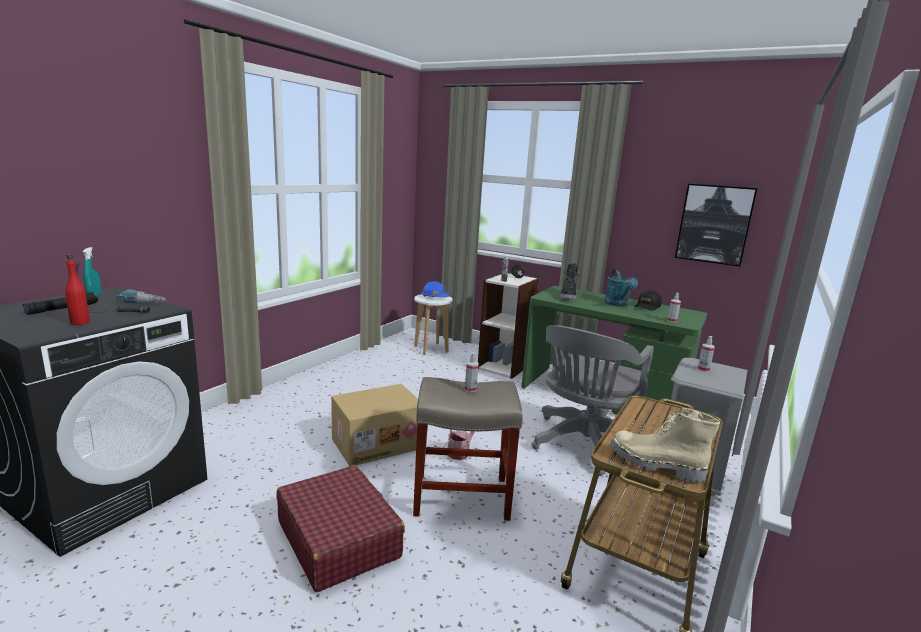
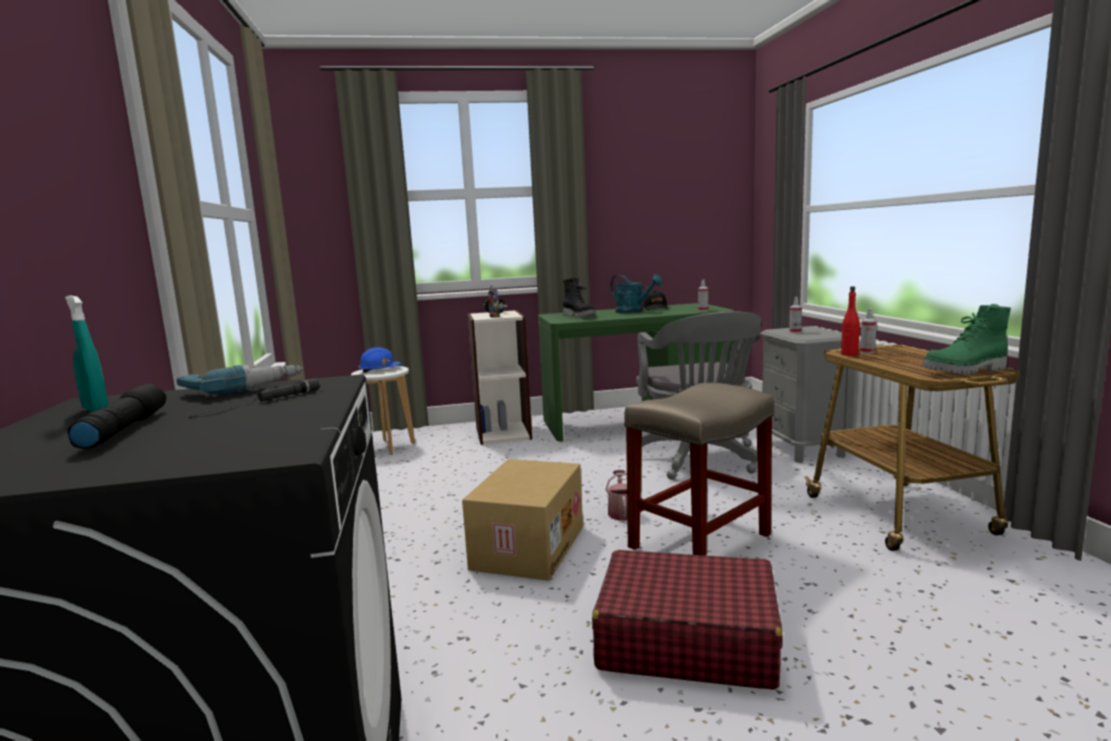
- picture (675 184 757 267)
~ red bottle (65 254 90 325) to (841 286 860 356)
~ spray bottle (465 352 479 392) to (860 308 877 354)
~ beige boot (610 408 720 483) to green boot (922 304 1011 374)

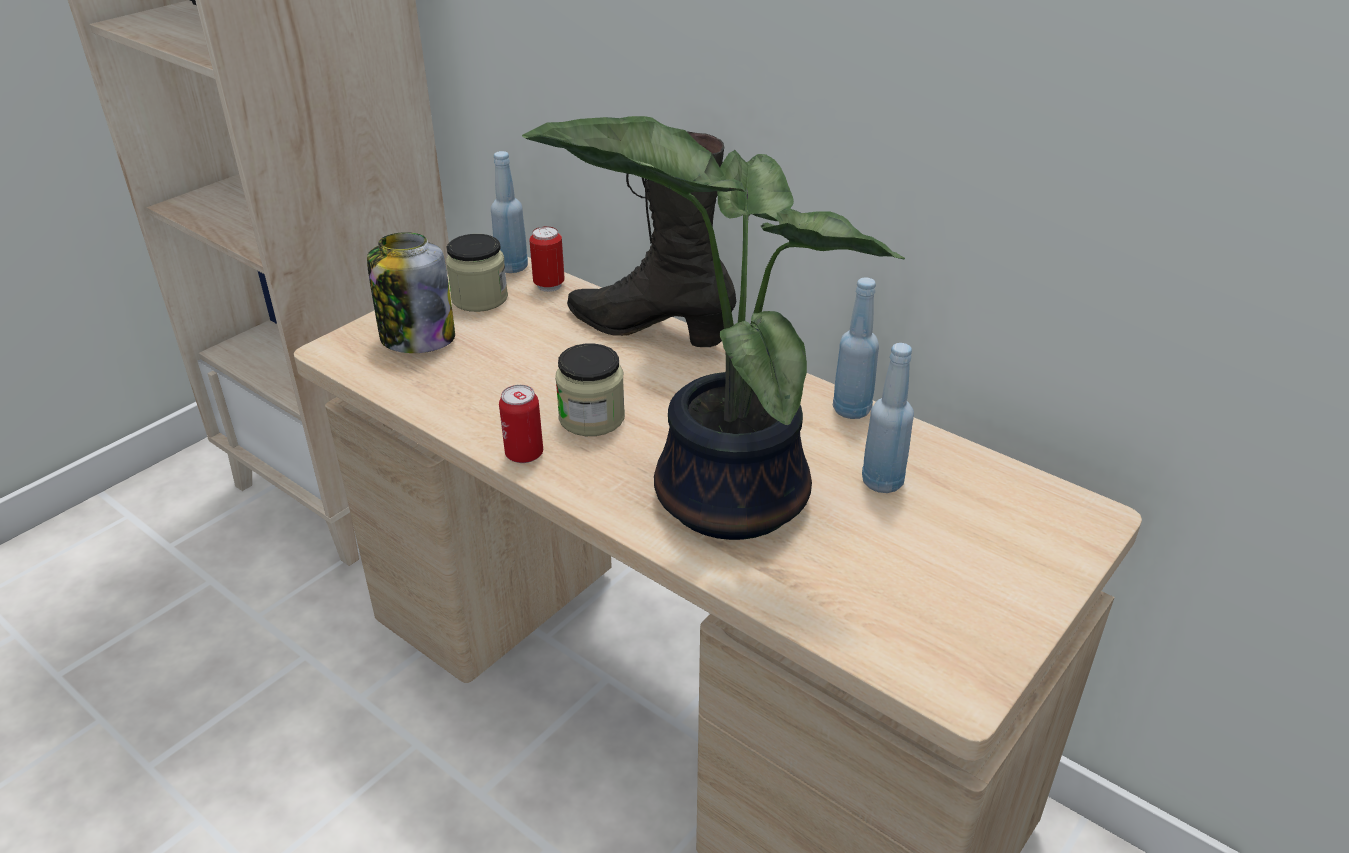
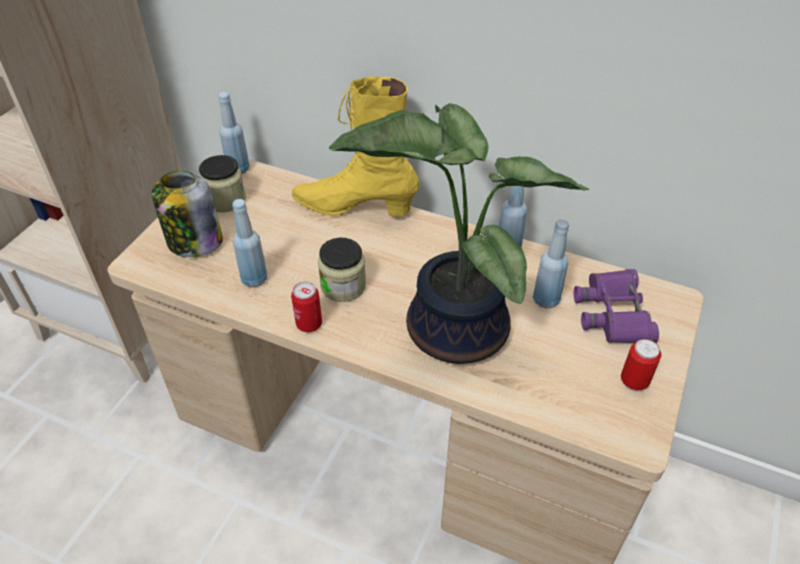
+ blue bottle (232 199 267 287)
+ purple binoculars (574 269 659 343)
~ can (529 226 565 292) to (621 339 661 391)
~ black boot (567 132 736 347) to yellow boot (292 76 419 217)

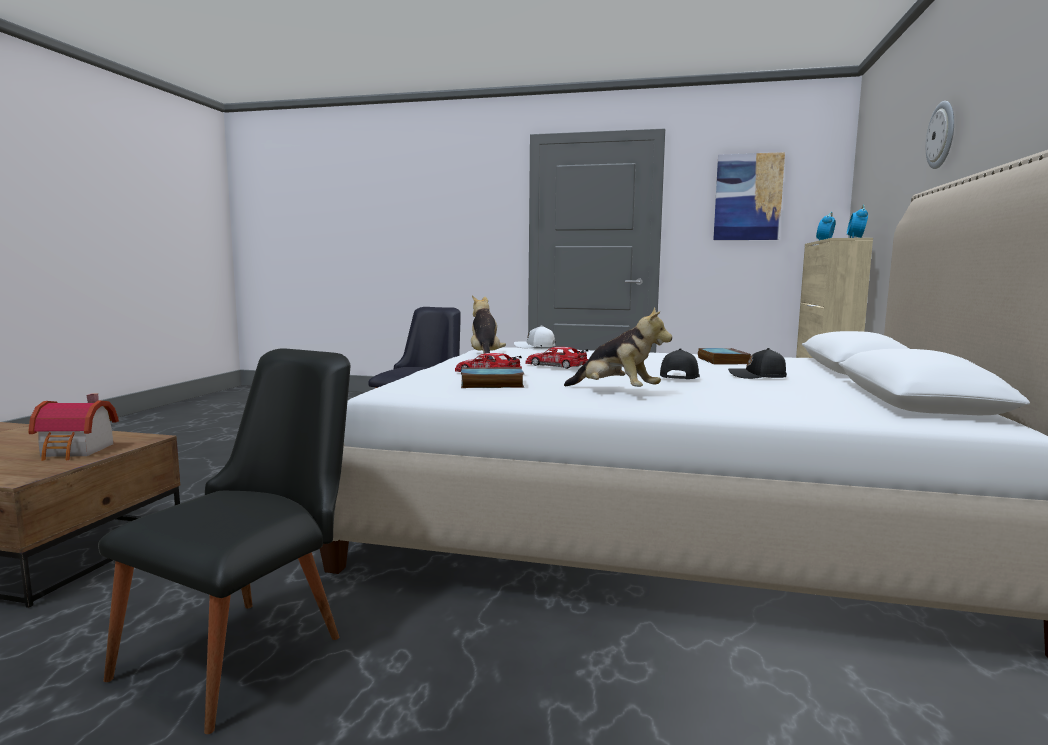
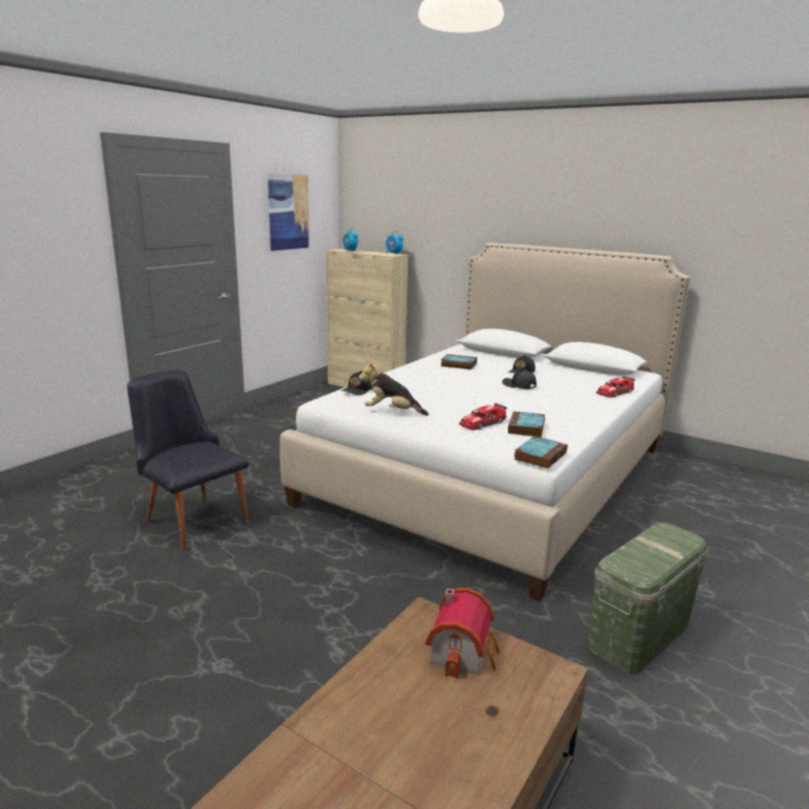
- plush toy (564 307 672 387)
- wall clock (926 101 954 169)
+ book (514 436 568 469)
~ toy car (526 347 588 369) to (596 376 635 398)
~ black chair (98 348 351 734) to green storage box (589 523 708 674)
~ white cap (514 325 555 348) to black cap (342 371 373 395)

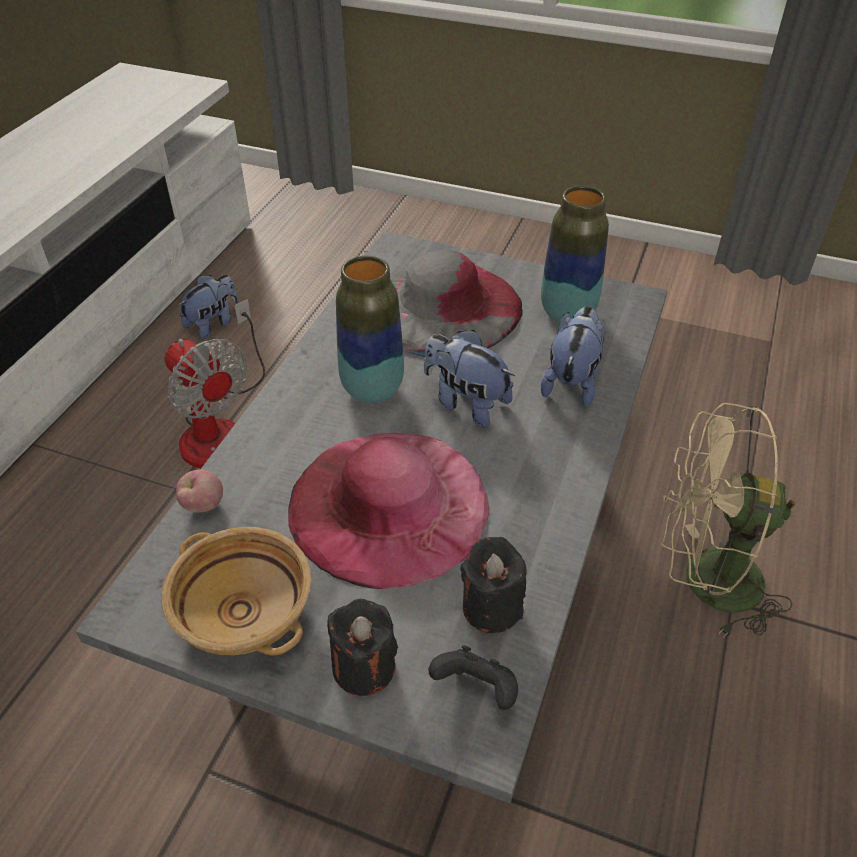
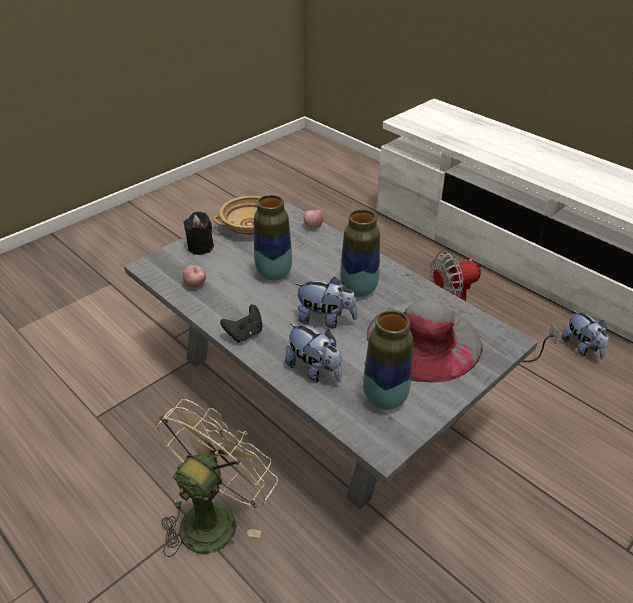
~ black game controller (428 645 518 710) to (220 305 263 342)
~ pink hat (288 433 490 589) to vase (254 195 292 281)
~ black candle (460 537 526 633) to apple (183 265 206 288)
~ plush toy (424 330 515 427) = (295 277 358 328) 45 degrees clockwise

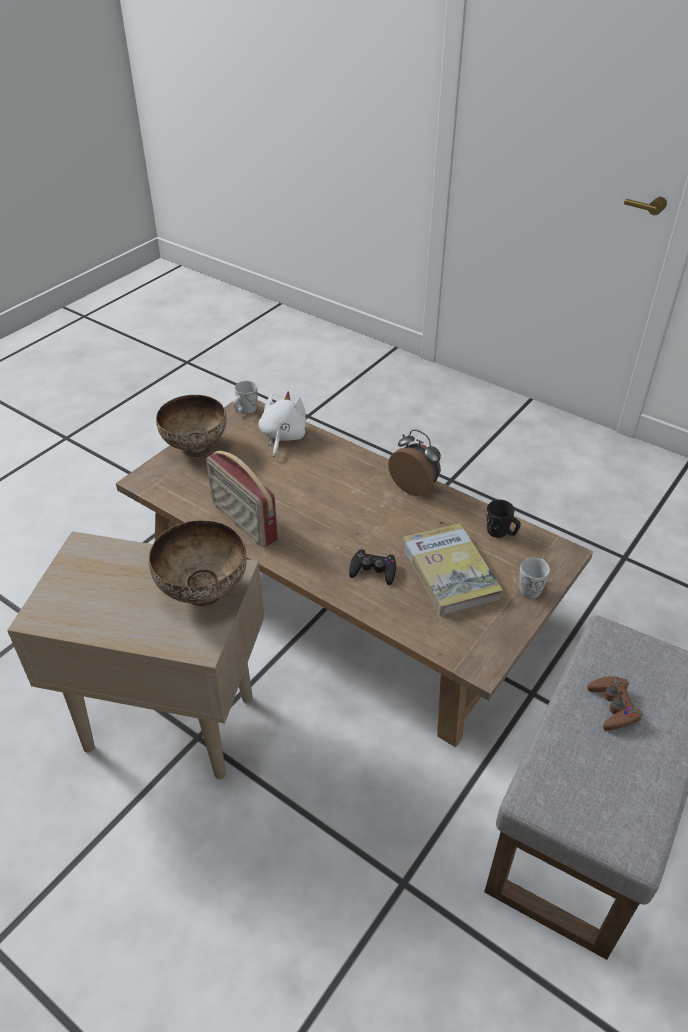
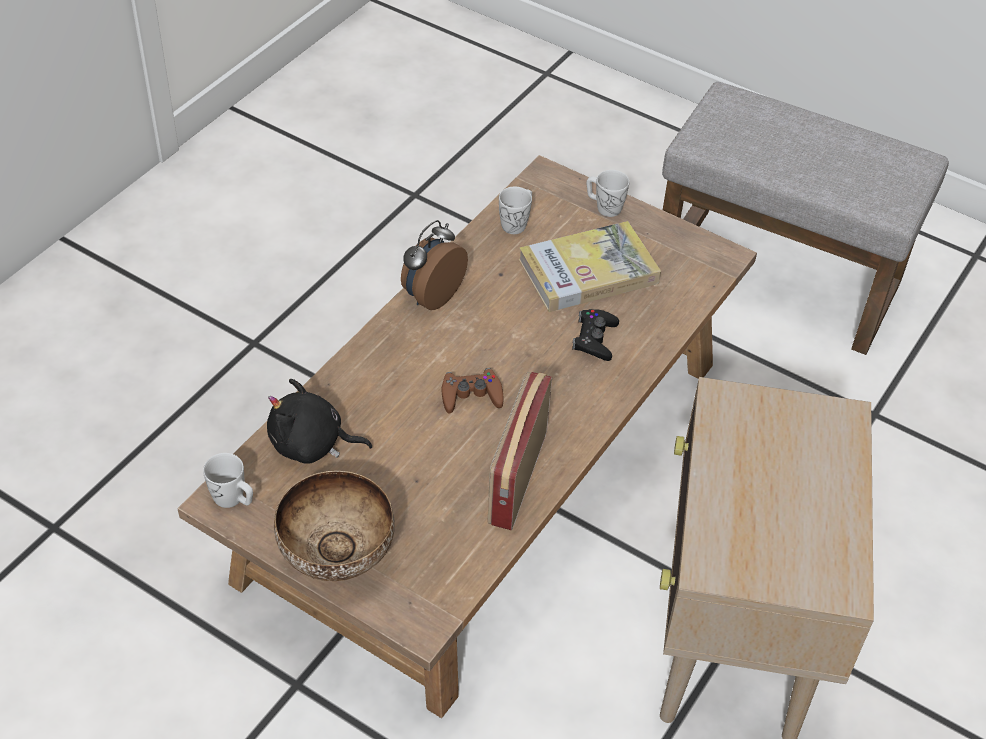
- bowl (149 520 247 606)
~ brown game controller (587 676 643 731) to (441 368 504 413)
~ white plush toy (258 392 306 457) to black plush toy (267 379 372 464)
~ black mug (487 500 521 538) to white mug (499 187 532 234)
~ radio (206 450 278 548) = (487 372 552 530) 150 degrees clockwise

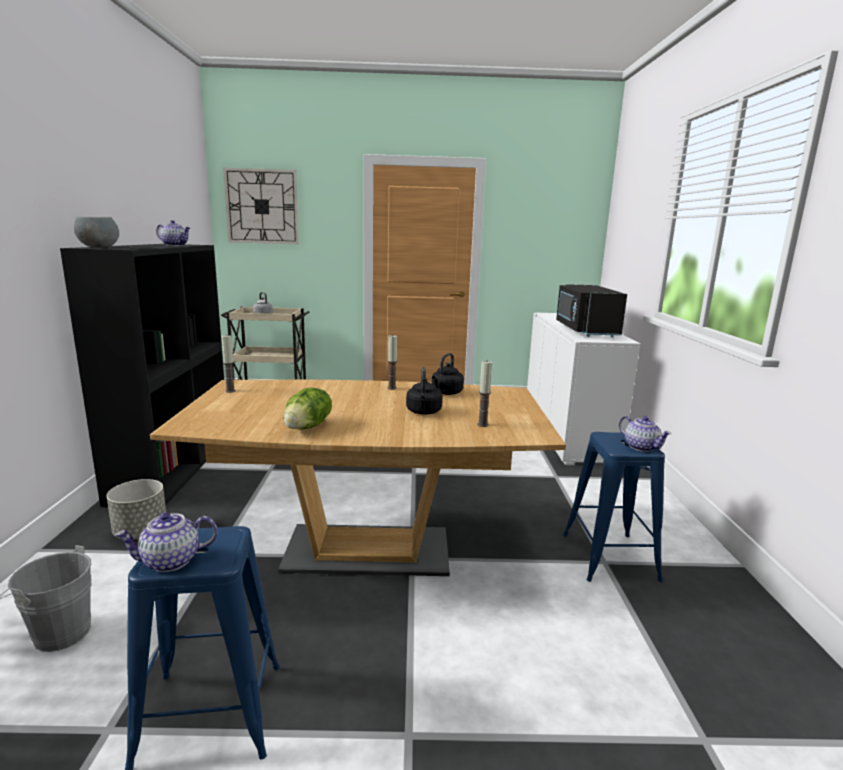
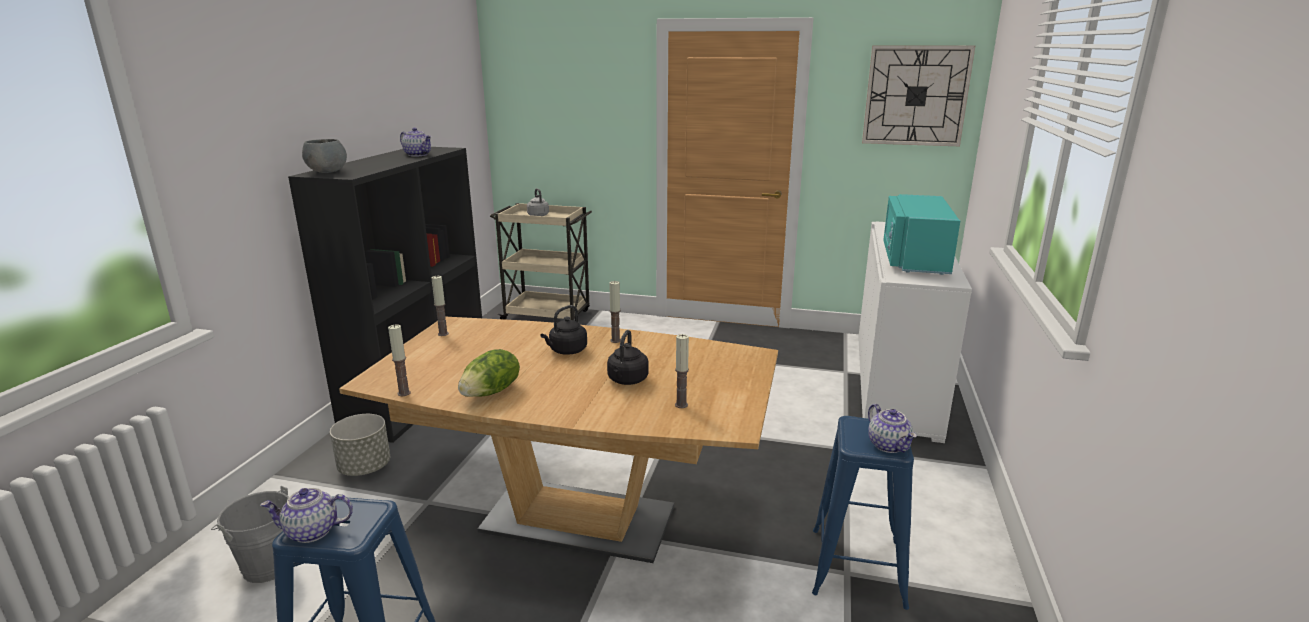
+ candle (388 324 411 396)
~ wall clock (223 168 299 244) to (862 46 975 146)
~ black kettle (432 353 464 395) to (540 305 587 355)
~ black microwave (556 284 627 337) to turquoise microwave (883 194 960 275)

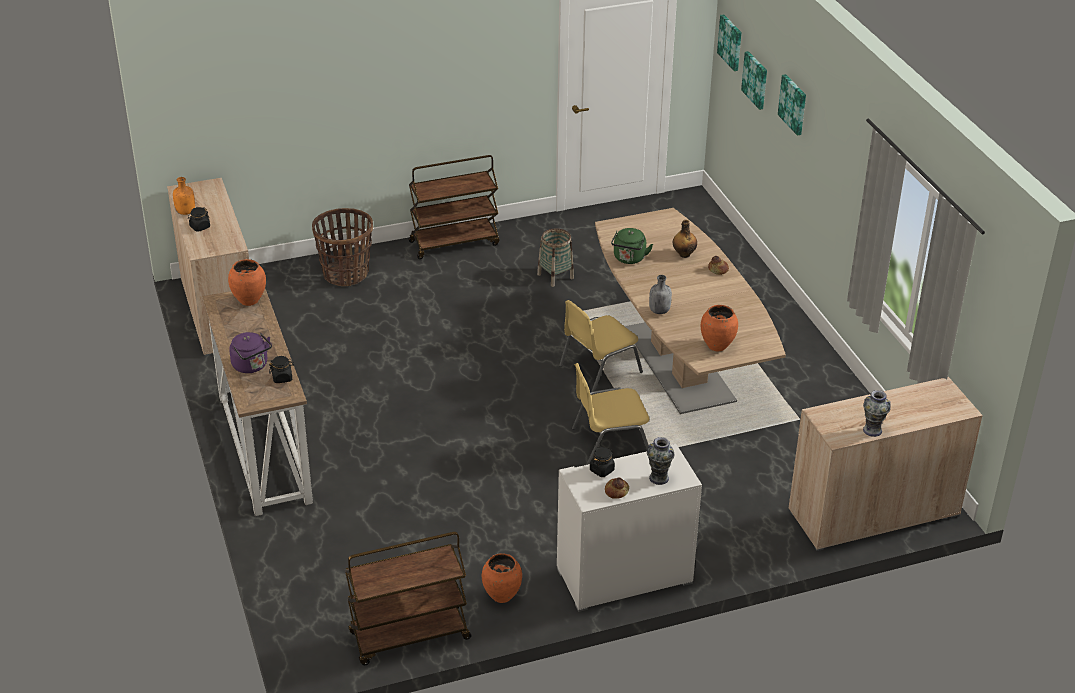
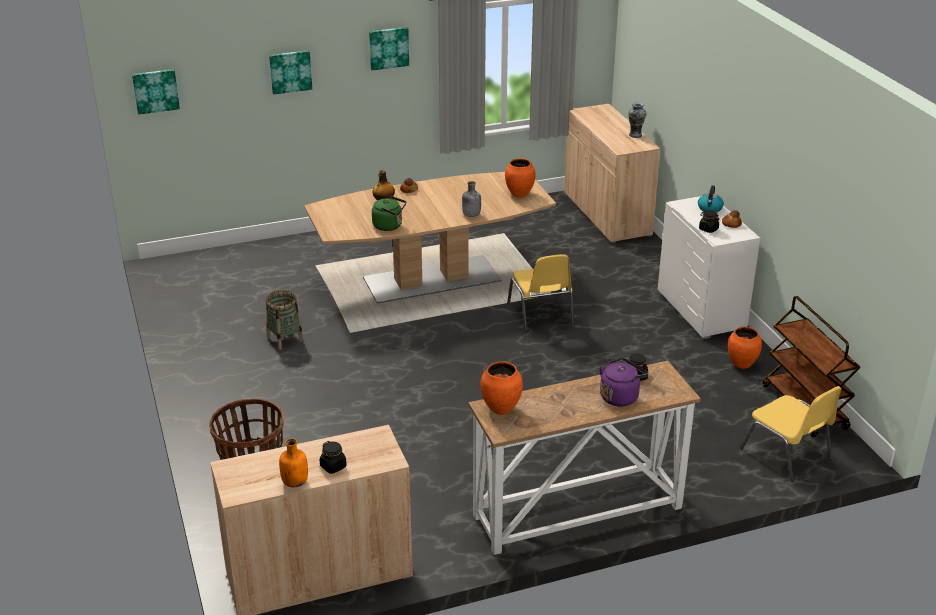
- brown cart (408 155 499 259)
~ yellow chair (559 300 643 392) to (740 386 842 482)
~ picture (741 51 767 110) to (369 27 409 70)
~ vase (647 437 675 485) to kettle (698 185 724 212)

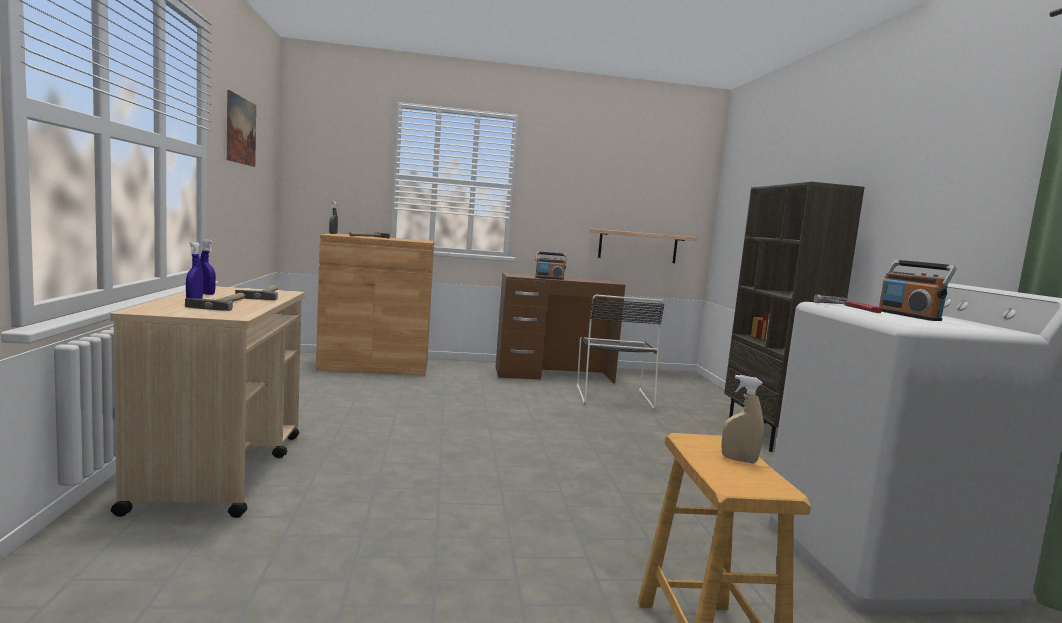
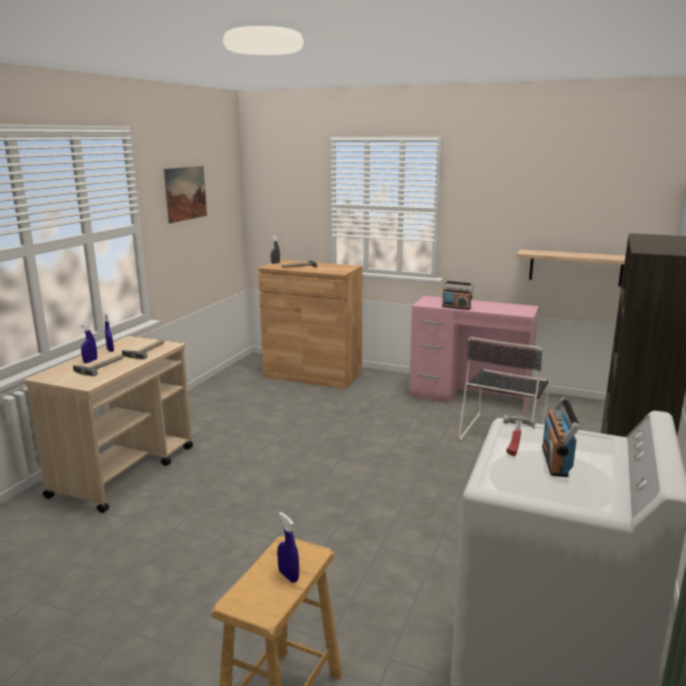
~ brown desk (495 272 625 384) to pink desk (409 296 539 415)
~ beige spray bottle (722 375 764 463) to blue spray bottle (277 512 299 583)

